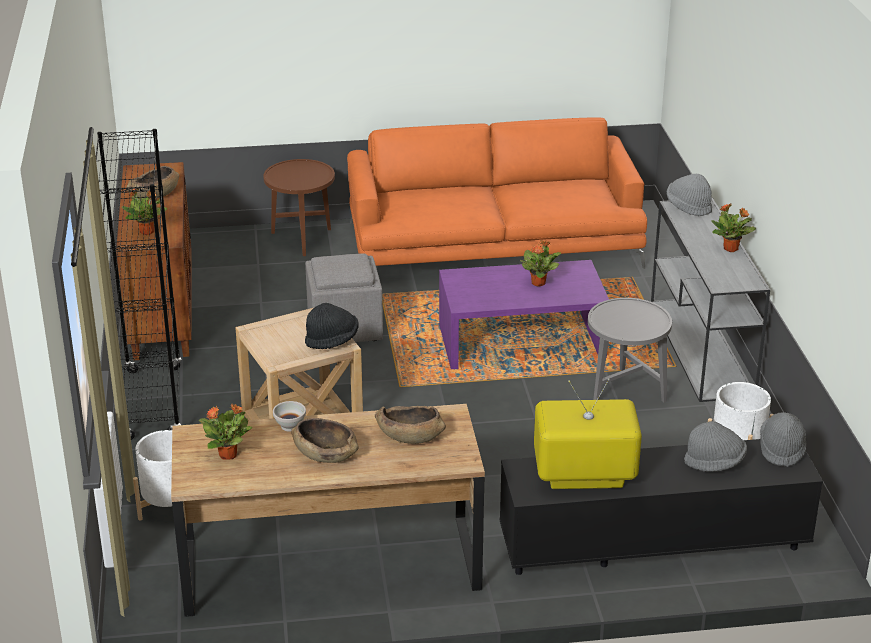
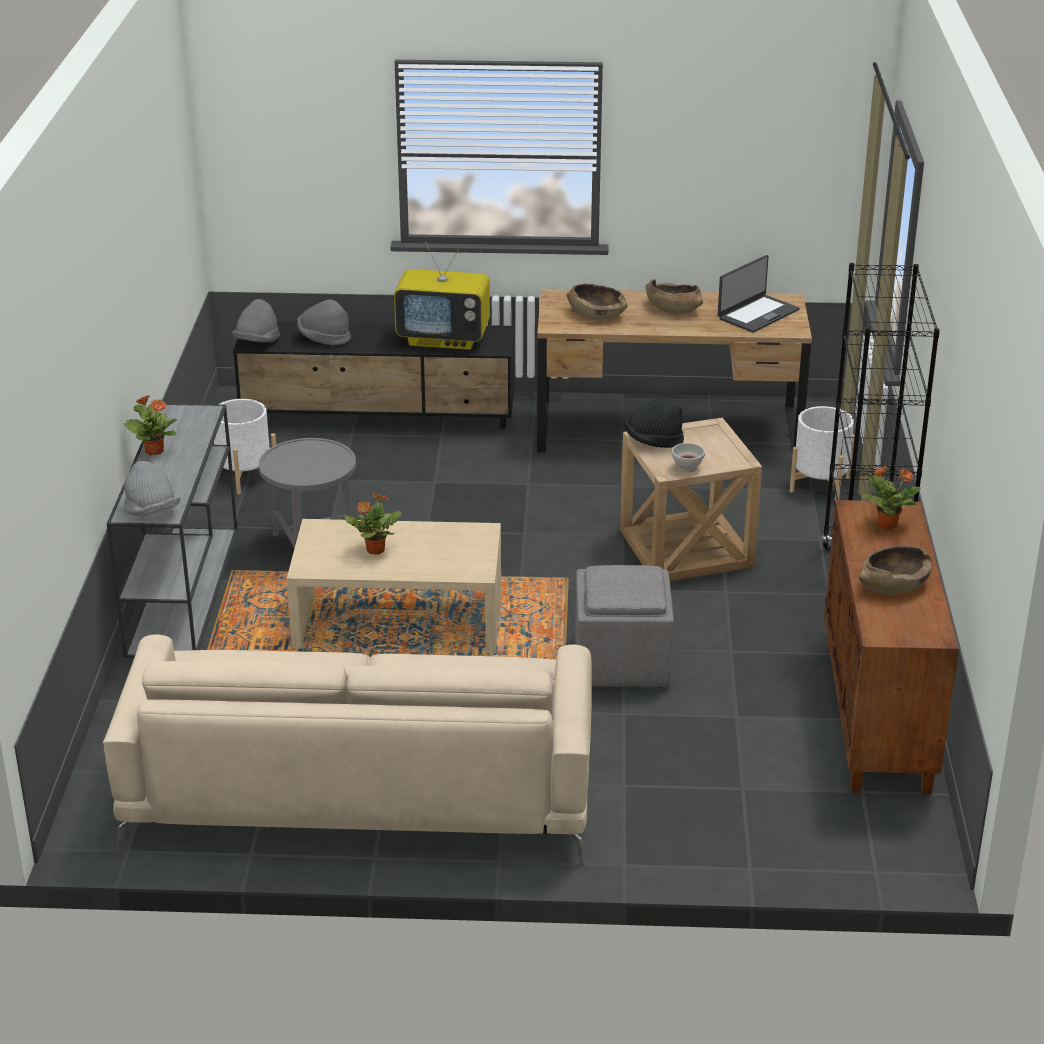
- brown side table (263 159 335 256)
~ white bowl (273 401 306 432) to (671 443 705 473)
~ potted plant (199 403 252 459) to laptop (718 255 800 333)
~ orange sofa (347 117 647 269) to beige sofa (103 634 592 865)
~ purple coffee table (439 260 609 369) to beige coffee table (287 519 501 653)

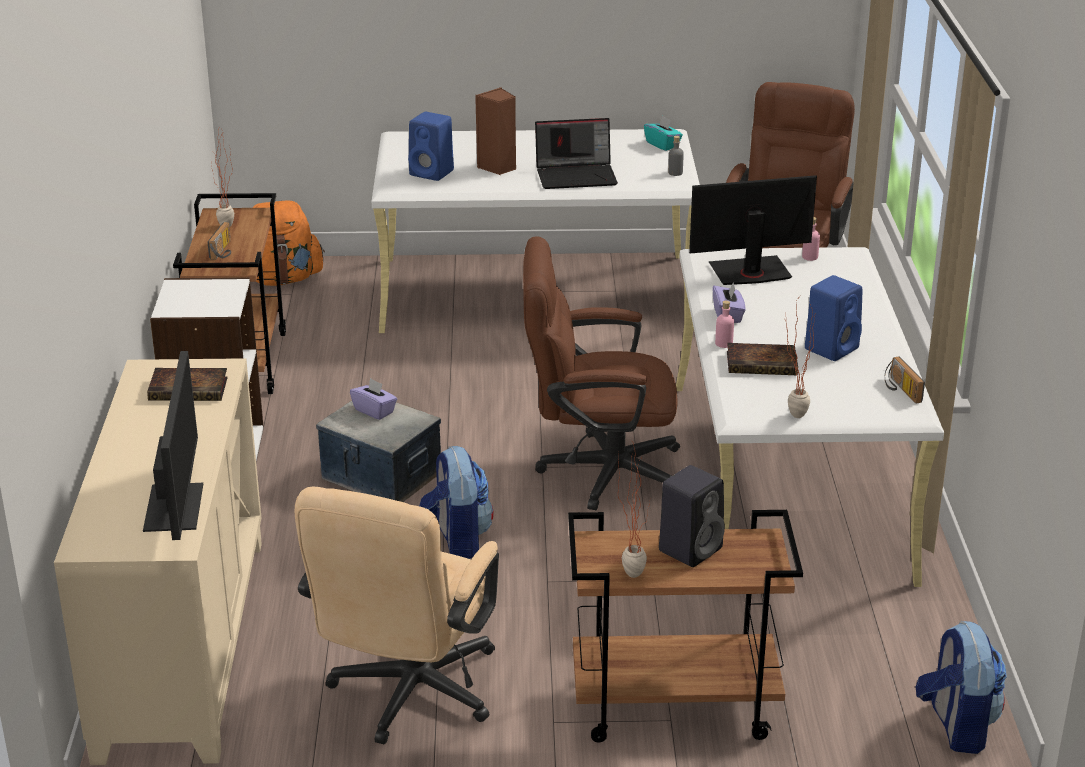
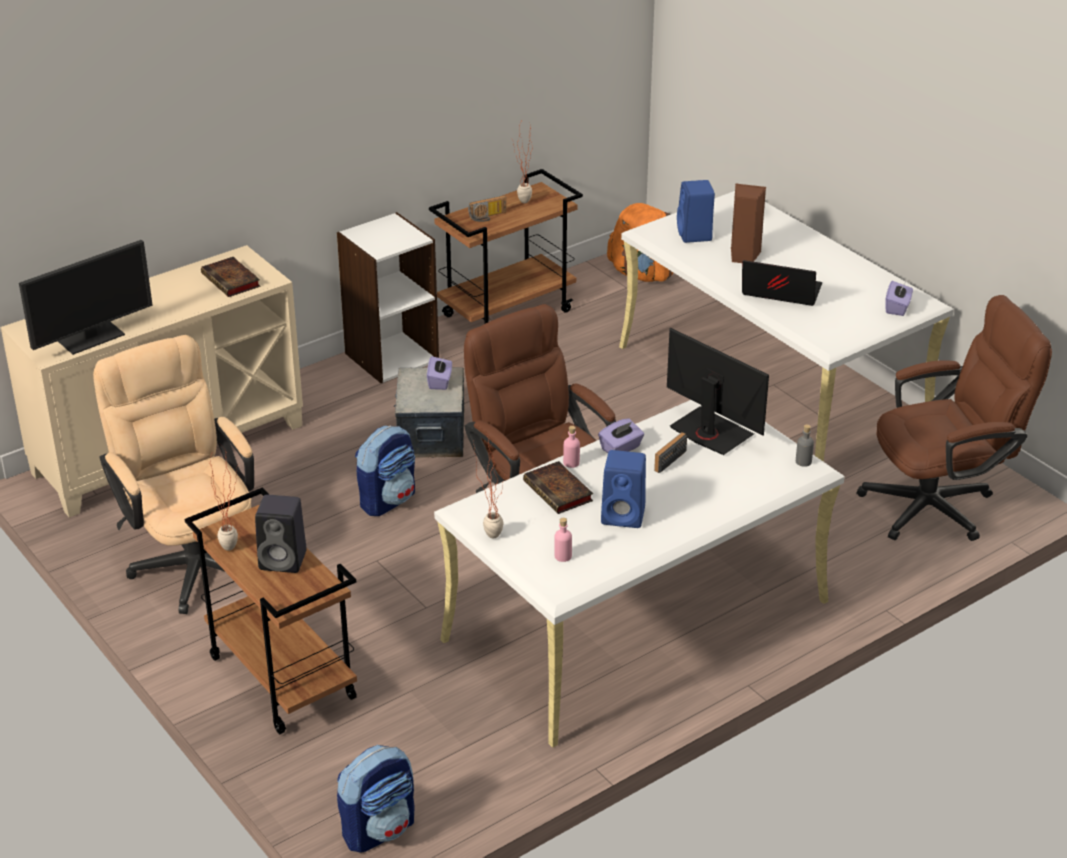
~ grey bottle (668 136 684 176) to (796 424 814 467)
~ pink bottle (802 217 820 261) to (554 518 572 562)
~ radio (885 356 925 403) to (654 432 687 473)
~ turquoise tissue box (644 116 683 151) to purple tissue box (885 280 913 316)
~ beige office chair (295 487 499 744) = (93 335 254 614) 75 degrees clockwise
~ laptop (535 118 618 189) = (742 260 822 306) 150 degrees clockwise

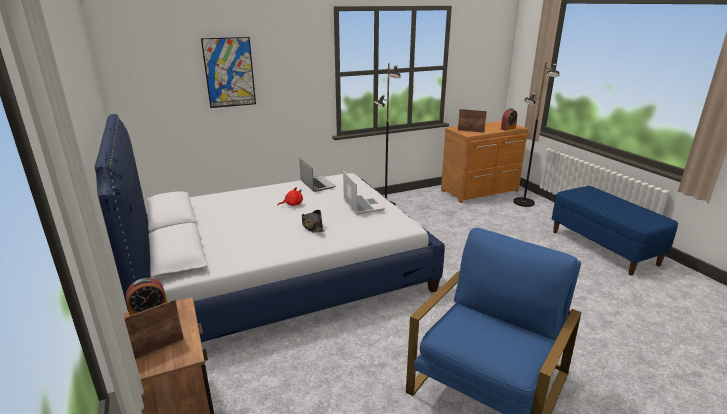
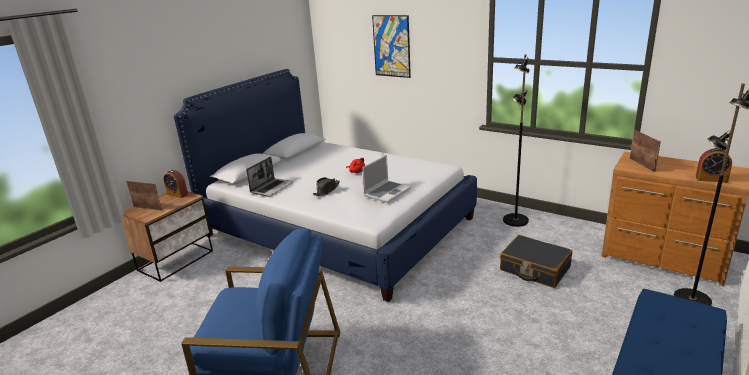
+ black suitcase (500 235 572 288)
~ laptop (299 158 336 192) to (246 157 293 197)

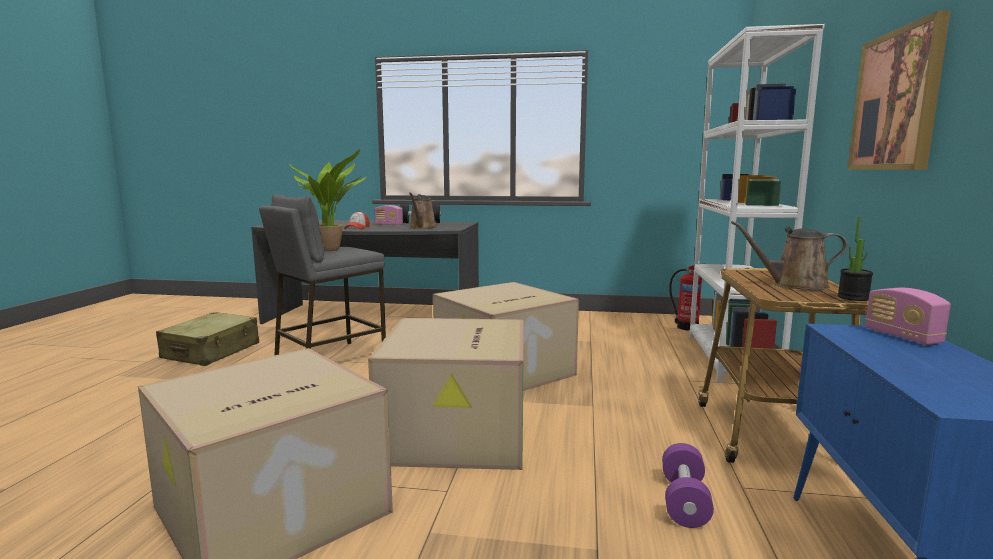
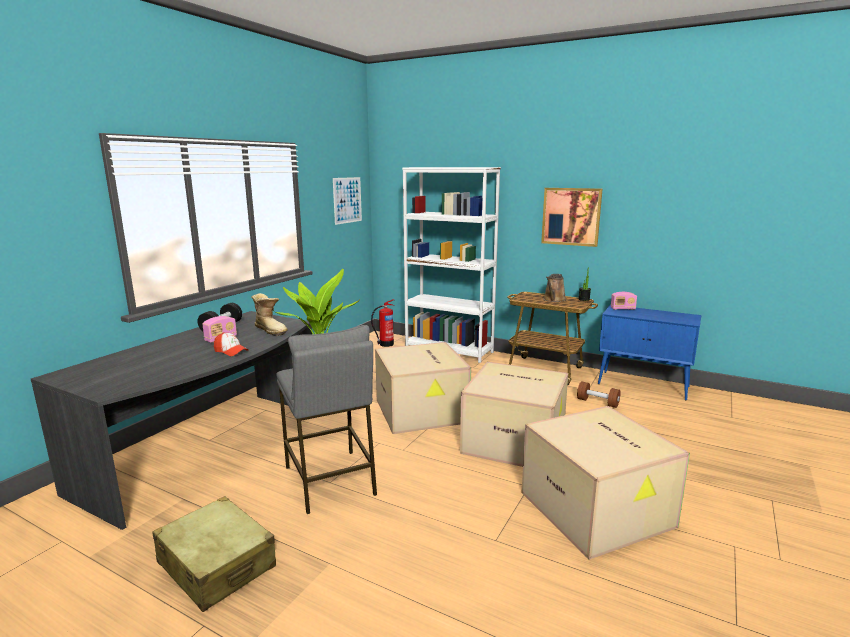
+ picture (333 177 362 225)
~ brown watering can (409 193 437 229) to boot (251 293 288 336)
~ purple dumbbell (662 443 714 528) to brown dumbbell (577 381 621 408)

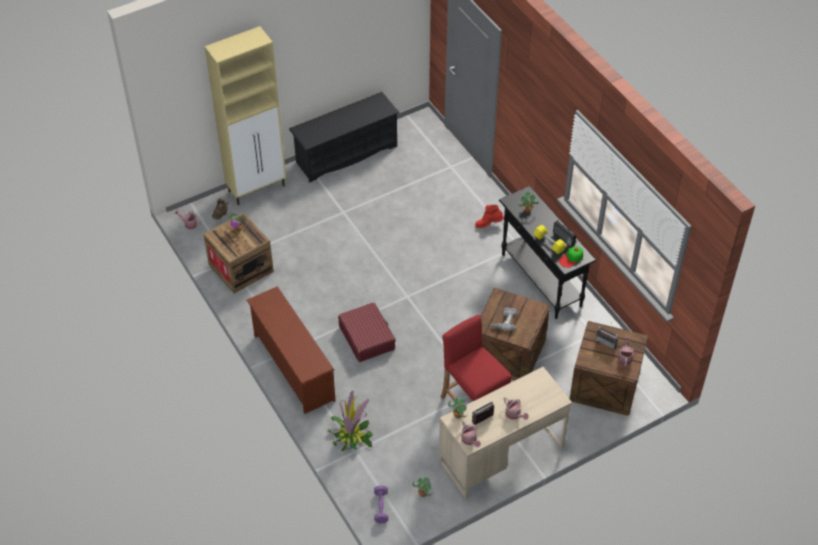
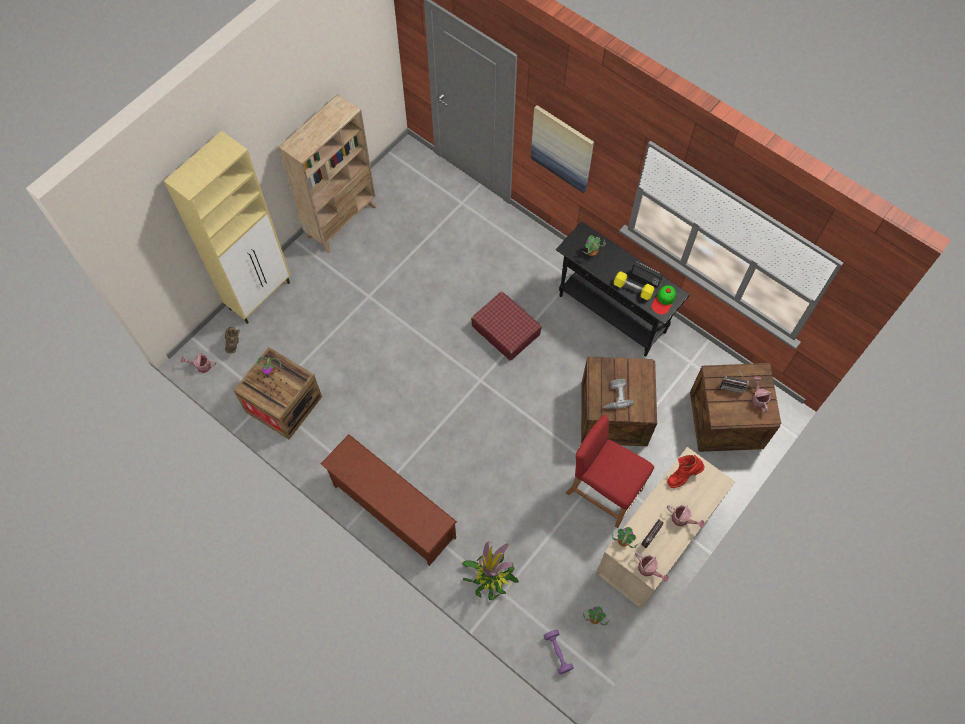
+ picture (531 105 594 193)
~ red suitcase (338 302 396 362) to (471 291 542 361)
~ red boot (475 205 504 228) to (667 455 705 488)
~ black shoe rack (289 92 400 183) to beige bookcase (279 94 376 253)

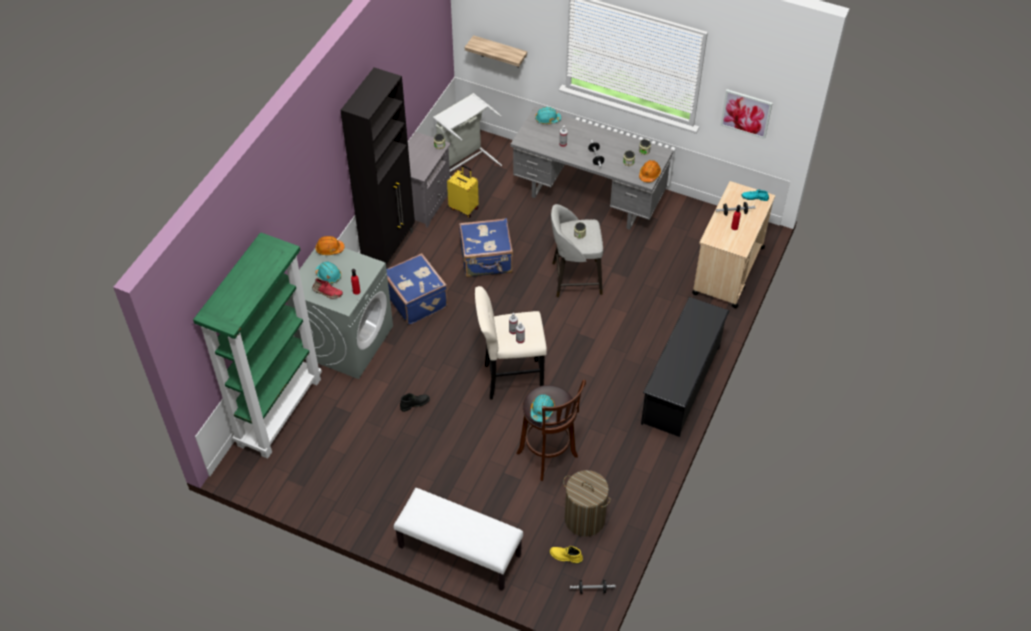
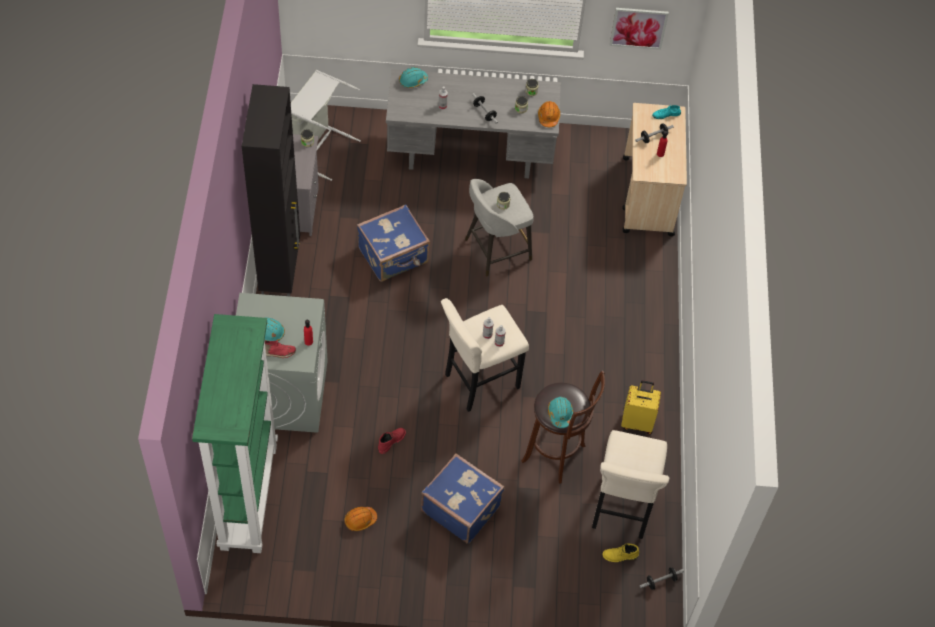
- white bench (394 488 523 591)
- shelf (465 35 527 67)
- black shoe rack (641 297 730 437)
~ orange hard hat (315 236 345 255) to (345 507 377 531)
~ blue suitcase (387 253 448 325) to (421 453 505 544)
~ yellow suitcase (447 165 479 218) to (621 380 661 434)
~ laundry basket (563 470 611 537) to beige stool (592 430 669 539)
~ black boot (400 393 430 412) to red boot (378 428 406 454)

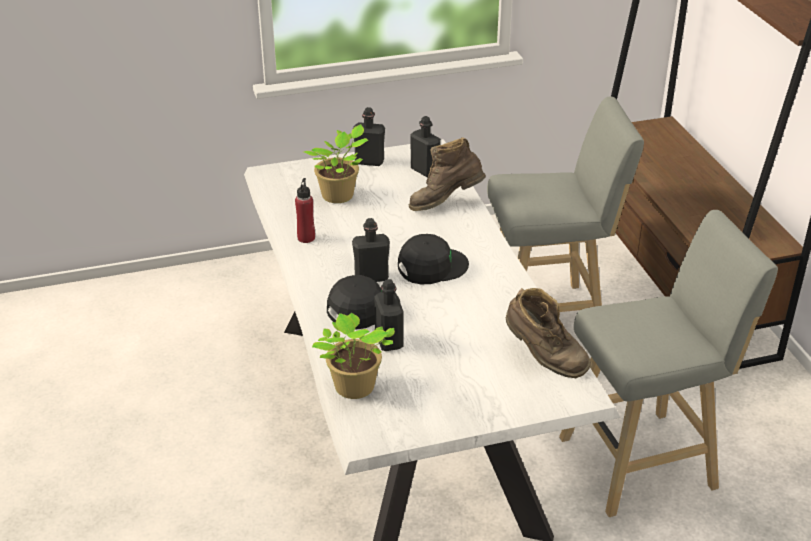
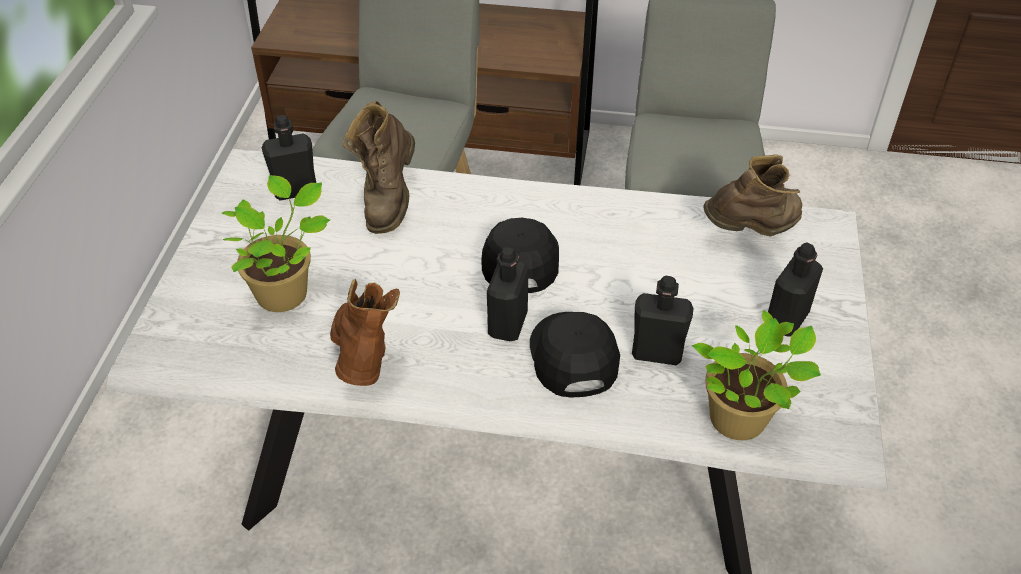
~ black bottle (353 107 385 166) to (768 242 823 336)
~ red bottle (295 178 315 243) to brown boot (330 279 400 386)

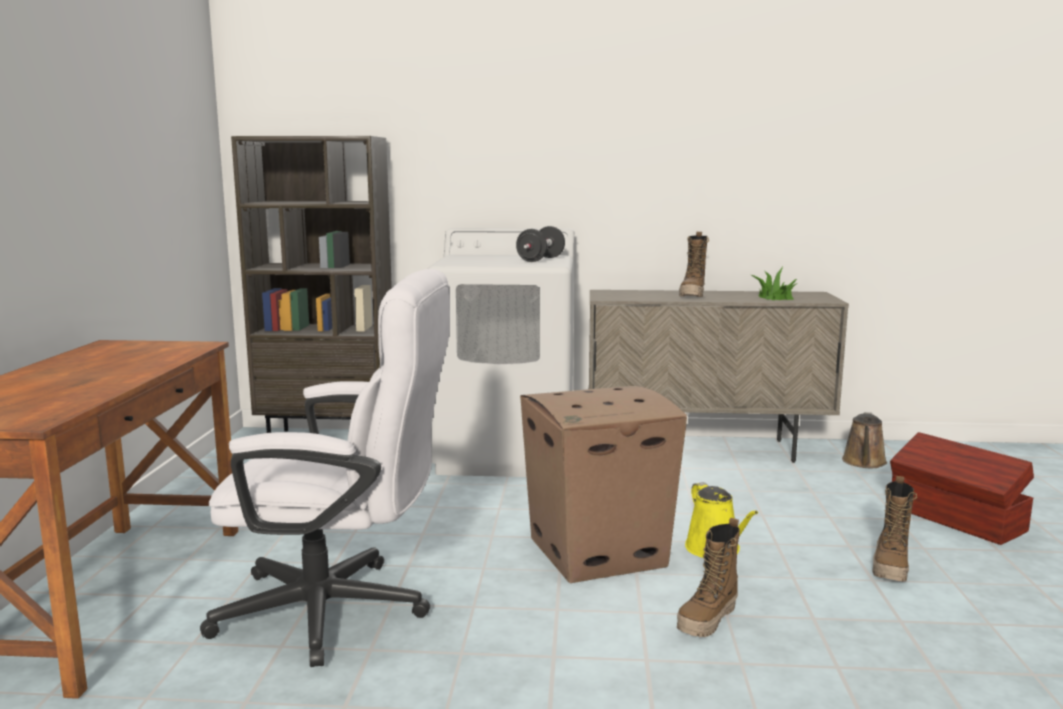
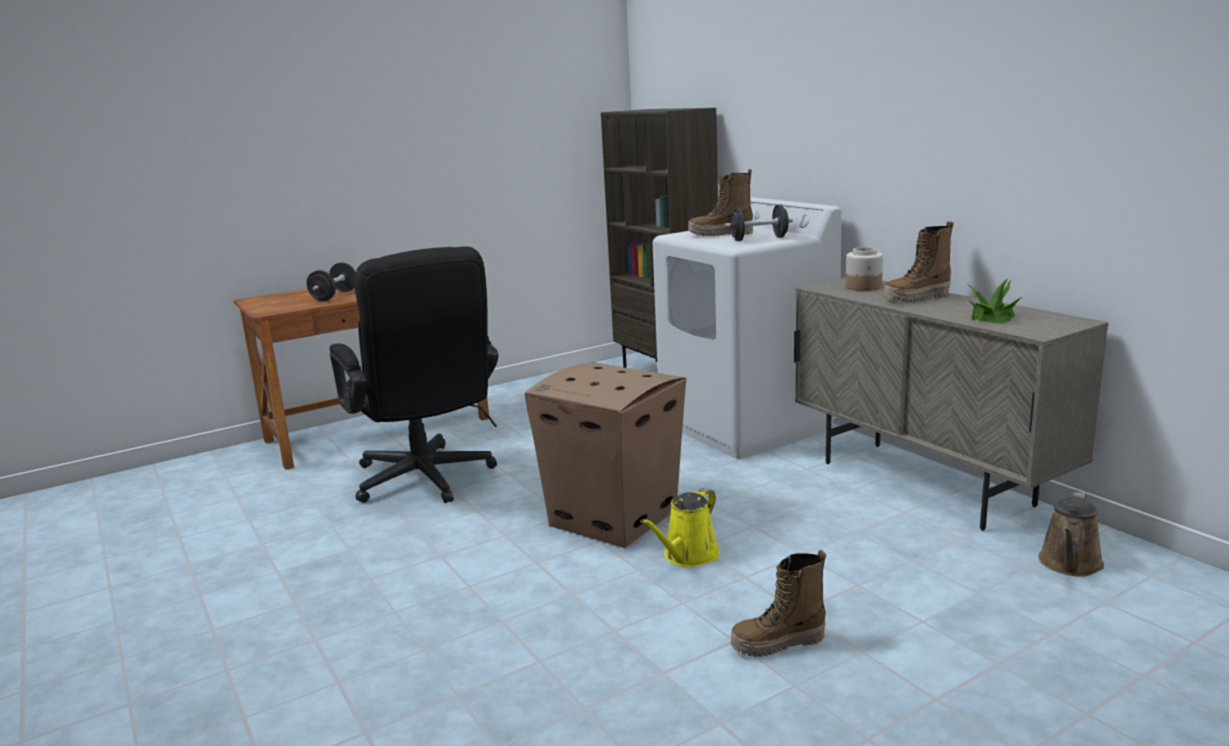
- brown storage box (890 432 1034 545)
+ black dumbbell (307 262 356 301)
+ jar (846 247 883 291)
~ boot (677 518 740 637) to (688 169 753 236)
~ white office chair (200 269 450 667) to black office chair (330 246 498 503)
~ brown watering can (842 412 887 468) = (1038 492 1104 576) 45 degrees counterclockwise

